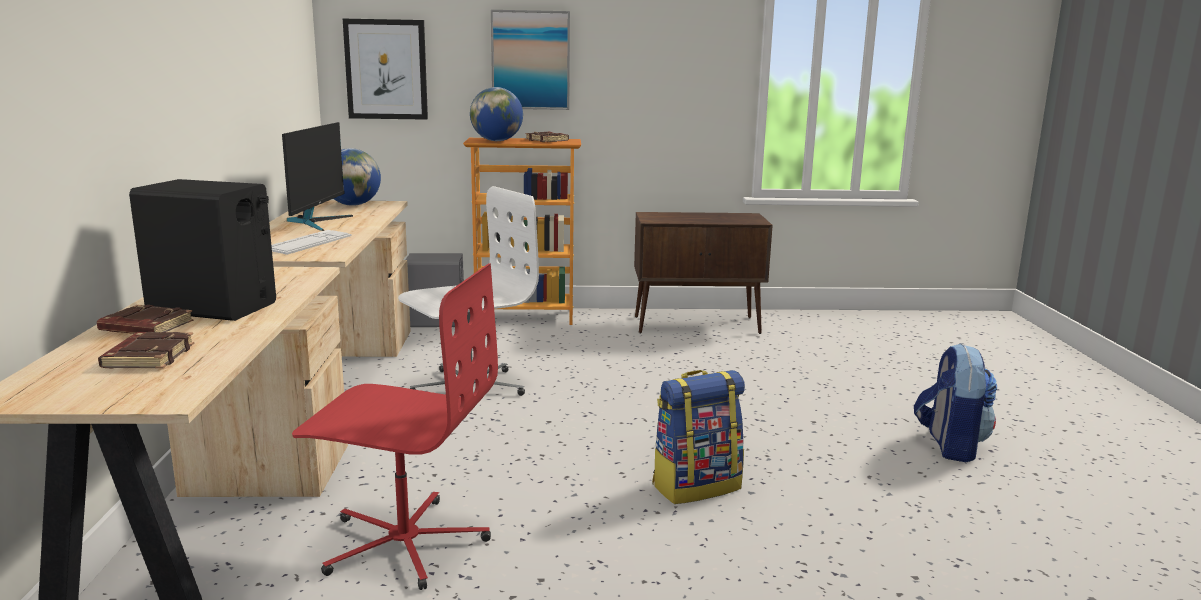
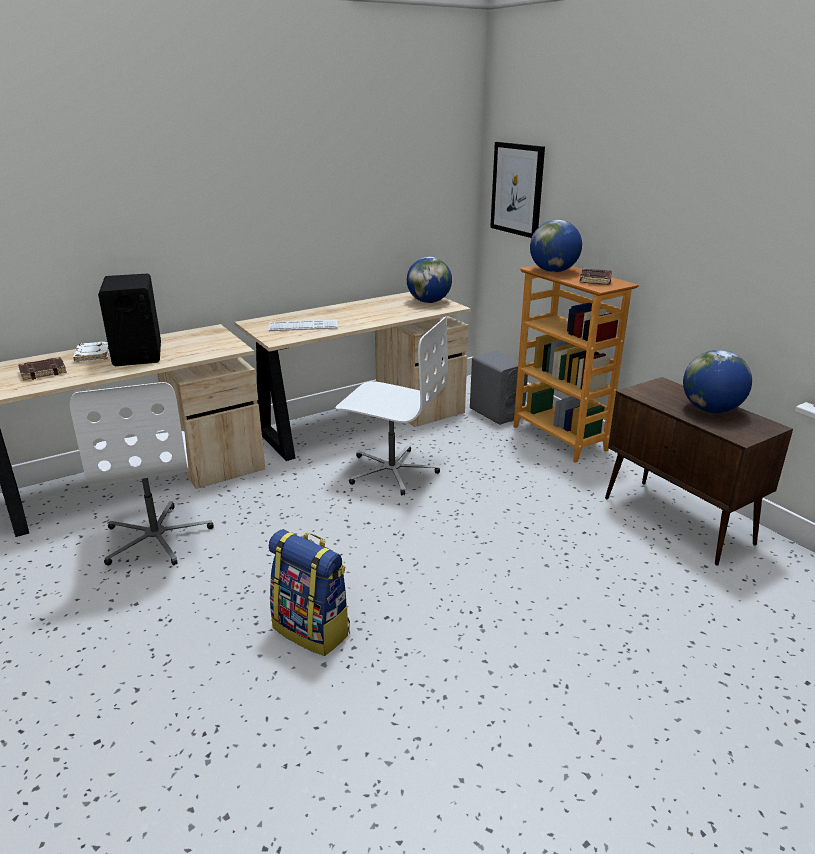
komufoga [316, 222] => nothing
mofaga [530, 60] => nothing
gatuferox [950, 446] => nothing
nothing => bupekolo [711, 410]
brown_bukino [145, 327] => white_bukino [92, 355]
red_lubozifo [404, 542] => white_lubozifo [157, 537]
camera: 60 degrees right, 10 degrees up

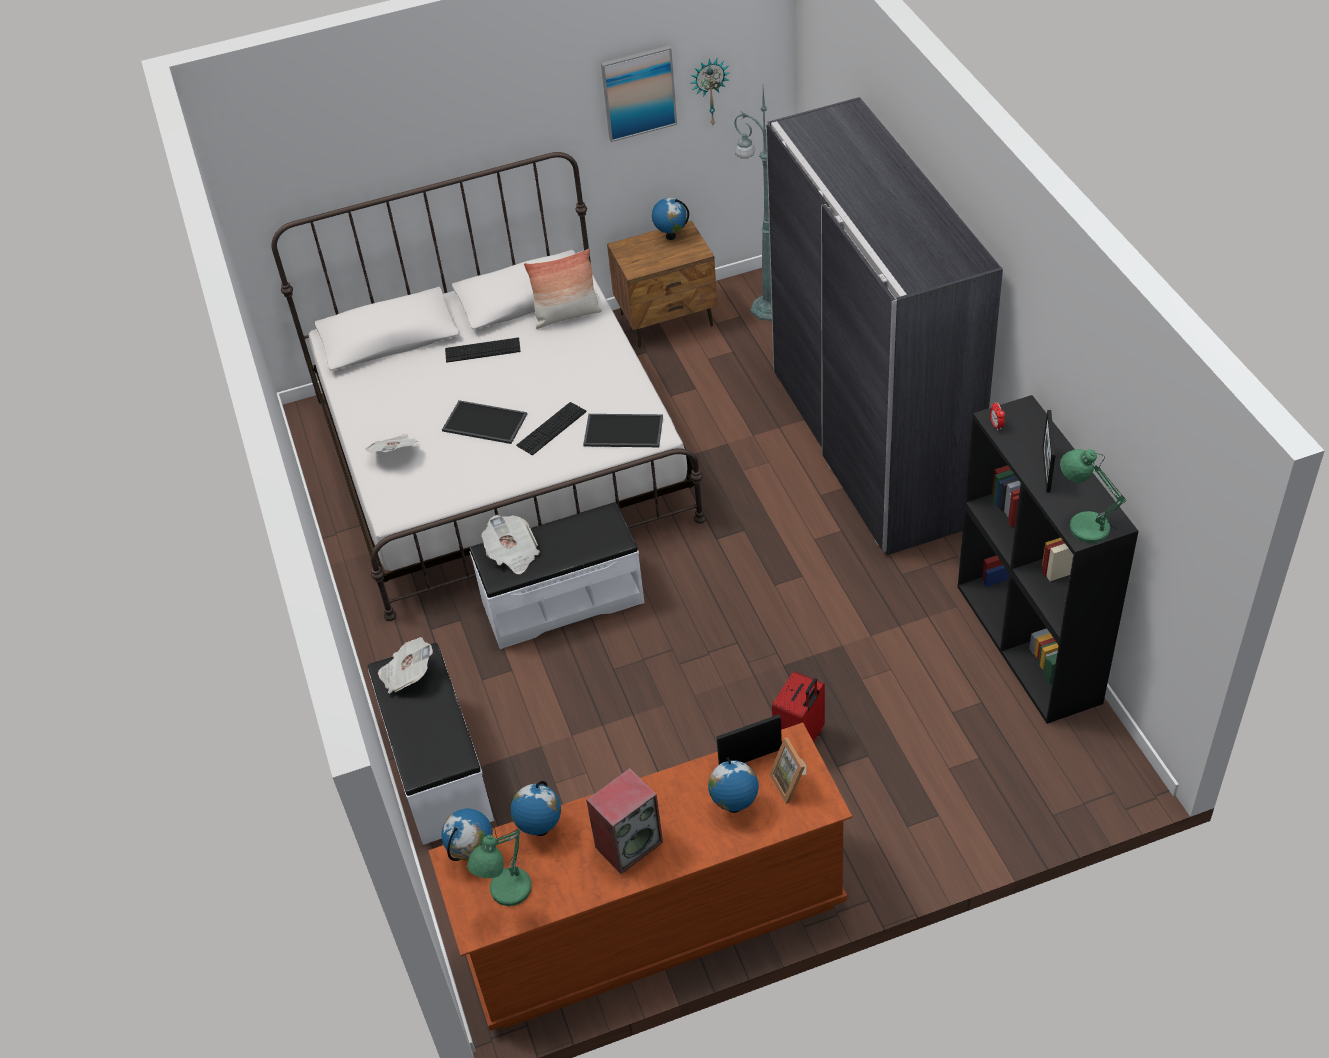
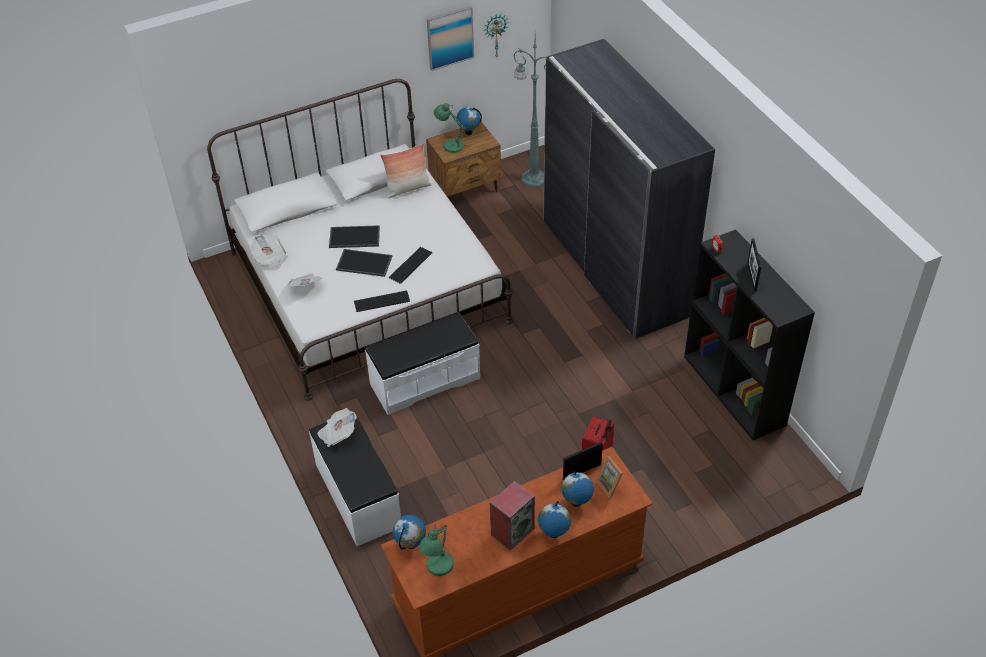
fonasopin [482, 350] => fonasopin [382, 301], shifted
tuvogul [512, 554] => tuvogul [270, 259], shifted
bupekolo [540, 829] => bupekolo [553, 533], shifted
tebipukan [622, 432] => tebipukan [354, 237], shifted
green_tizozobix [1084, 526] => green_tizozobix [451, 145], shifted
camera: 10 degrees left, 0 degrees up

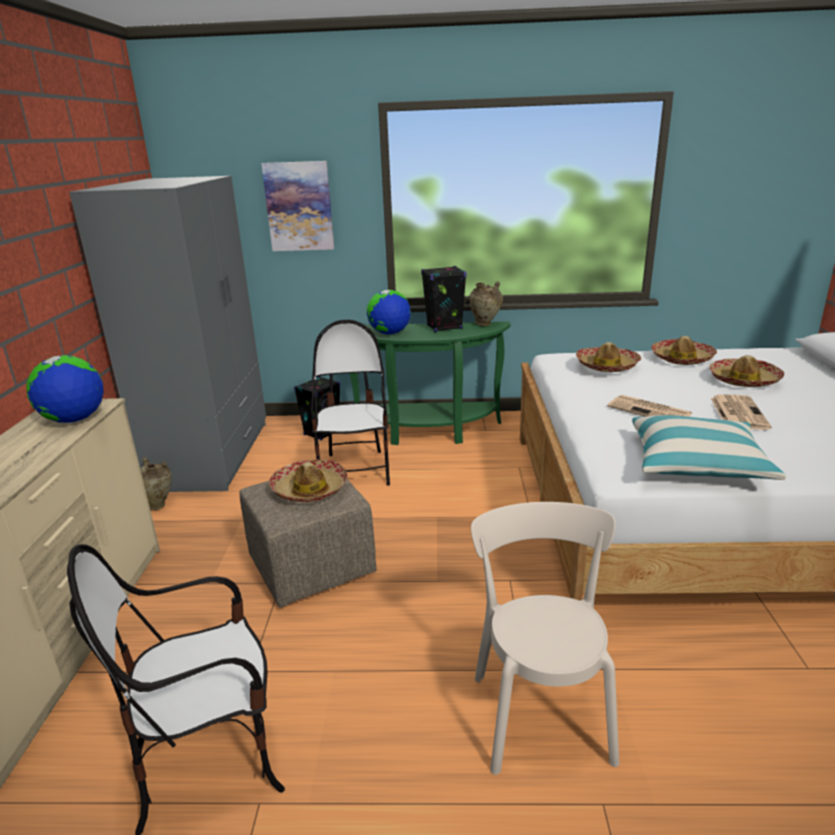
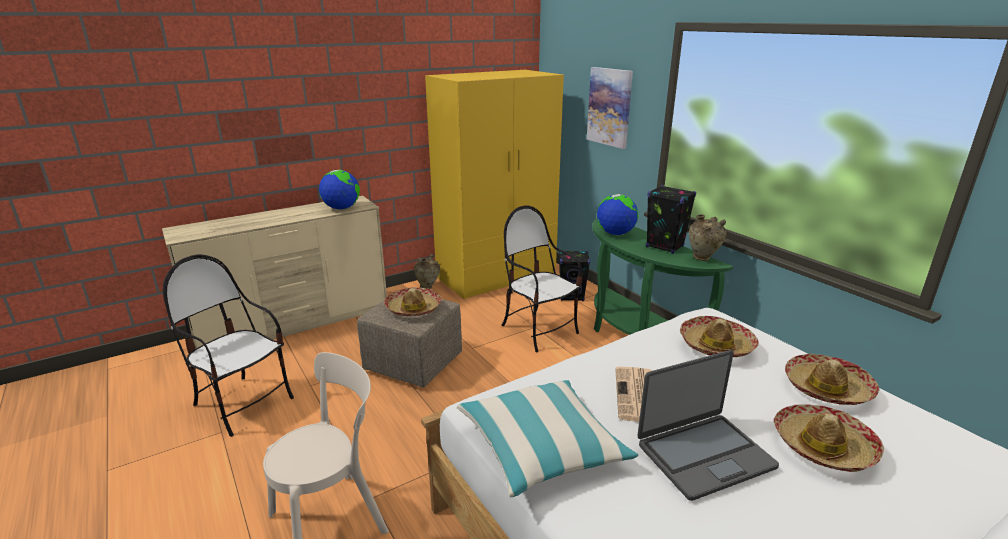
tuvogul [737, 412] => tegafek [704, 455]
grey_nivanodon [212, 455] => yellow_nivanodon [497, 275]
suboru [355, 470] => suboru [539, 330], 90 degrees counterclockwise
camera: 55 degrees right, 0 degrees up

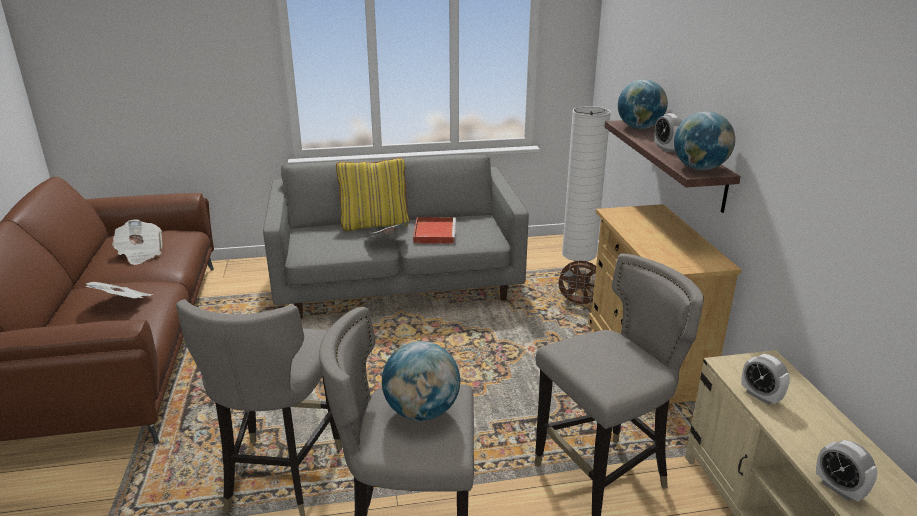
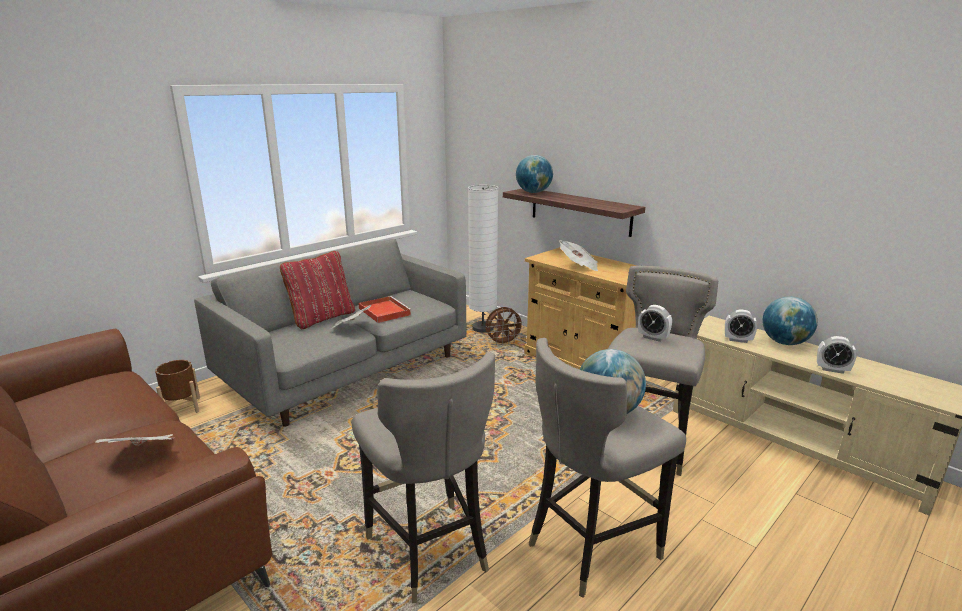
nothing => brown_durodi [182, 407]
tuvogul [140, 254] => tuvogul [579, 266], shifted
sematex [666, 149] => sematex [653, 338], shifted
bupekolo [699, 168] => bupekolo [785, 343], shifted
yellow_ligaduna [374, 224] => red_ligaduna [322, 318]
camera: 35 degrees left, 5 degrees down

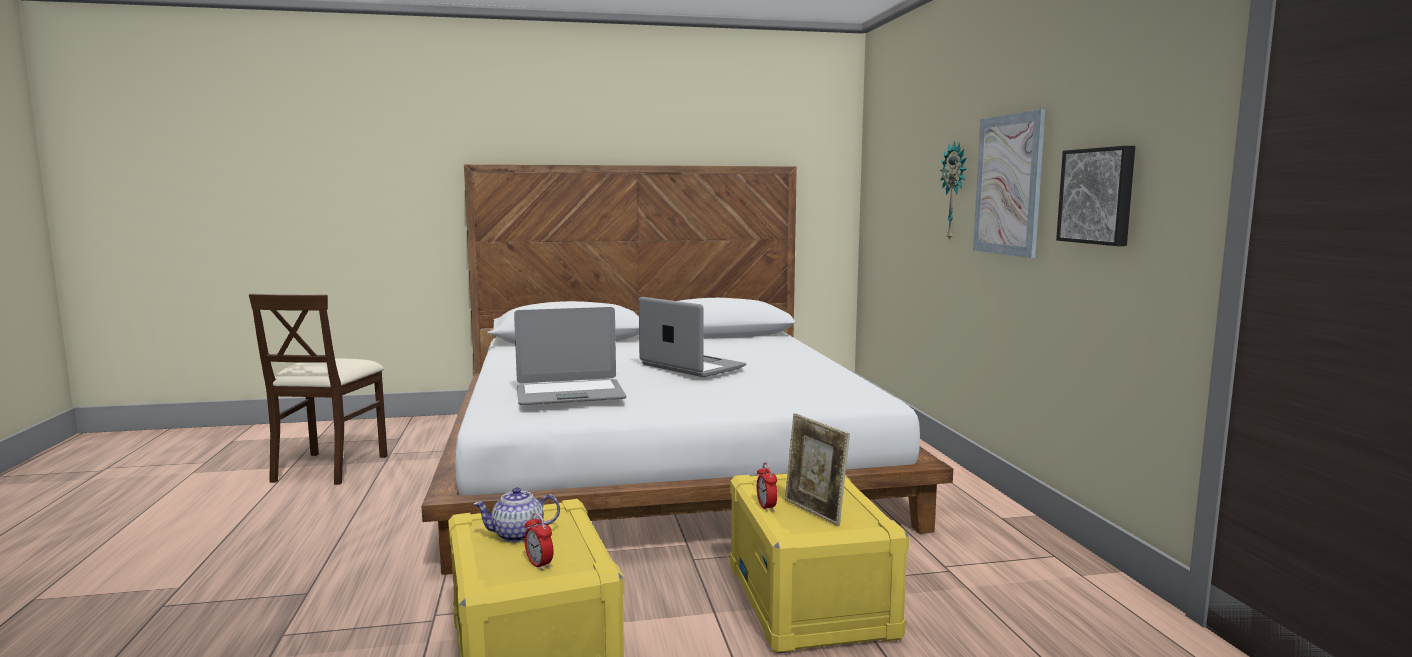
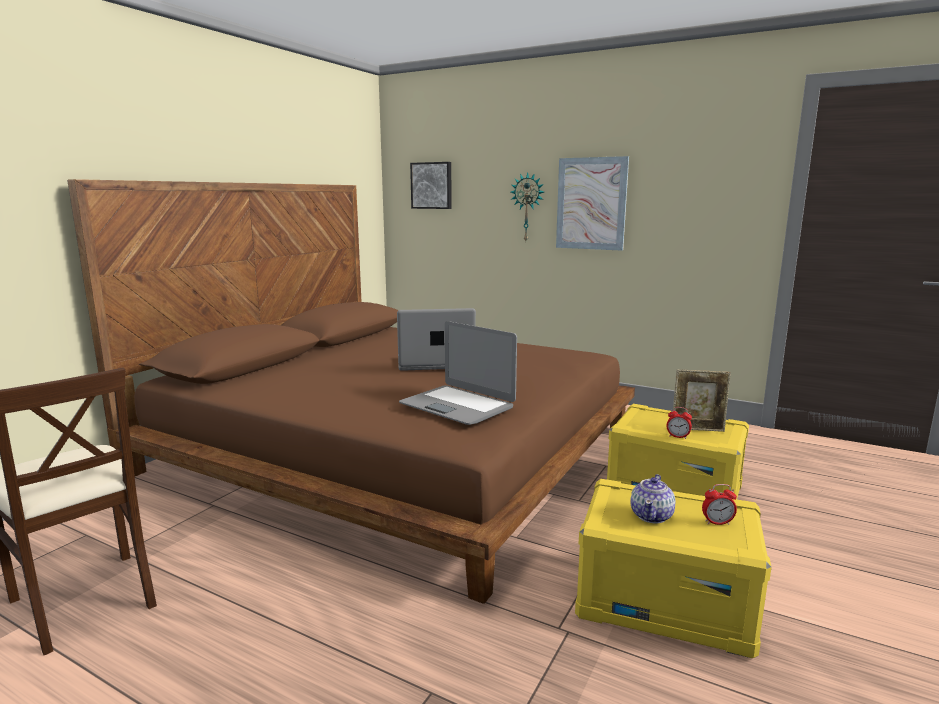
mofaga [1098, 196] => mofaga [432, 185], shifted
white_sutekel [663, 462] => brown_sutekel [397, 451]
tegafek [570, 394] => tegafek [457, 406], 105 degrees clockwise
camera: 50 degrees left, 5 degrees up

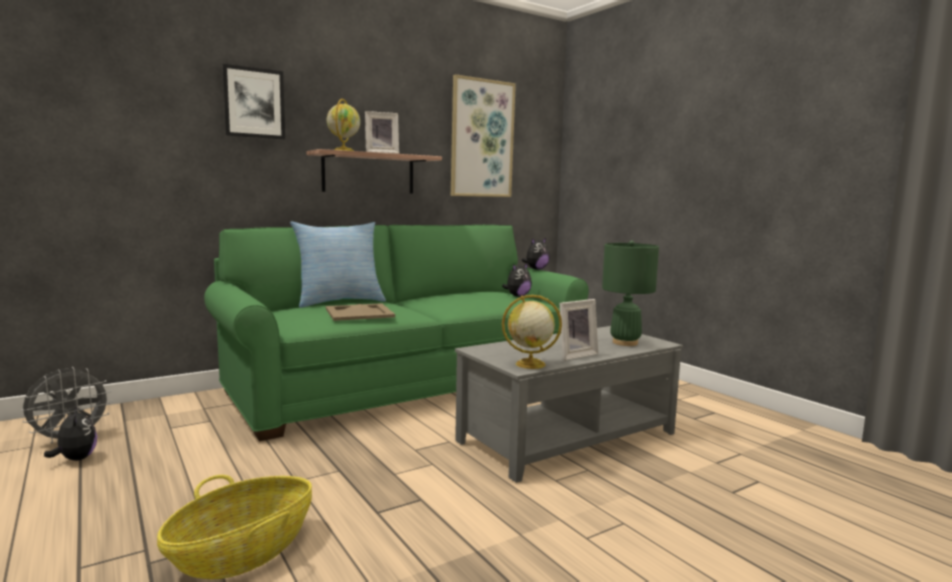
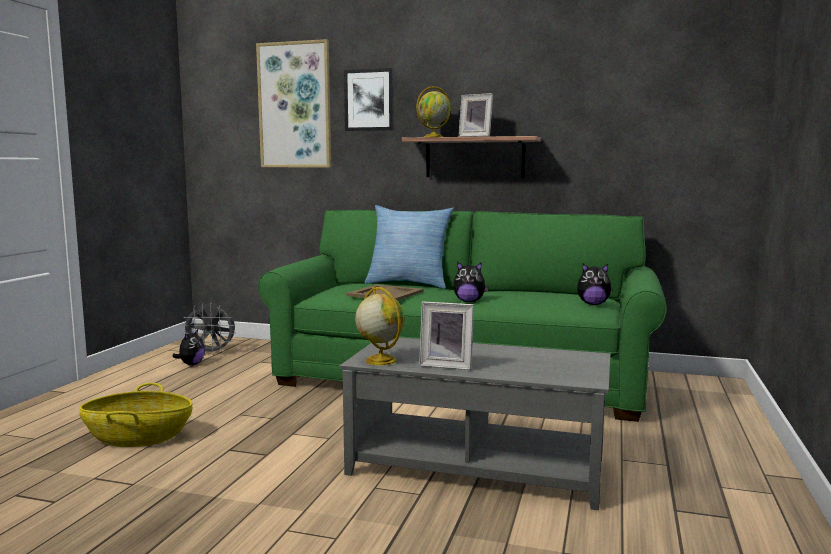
green_tizozobix [625, 342] => nothing
mofaga [481, 139] => mofaga [295, 105], shifted
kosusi [536, 269] => kosusi [469, 301], shifted
camera: 50 degrees right, 0 degrees up

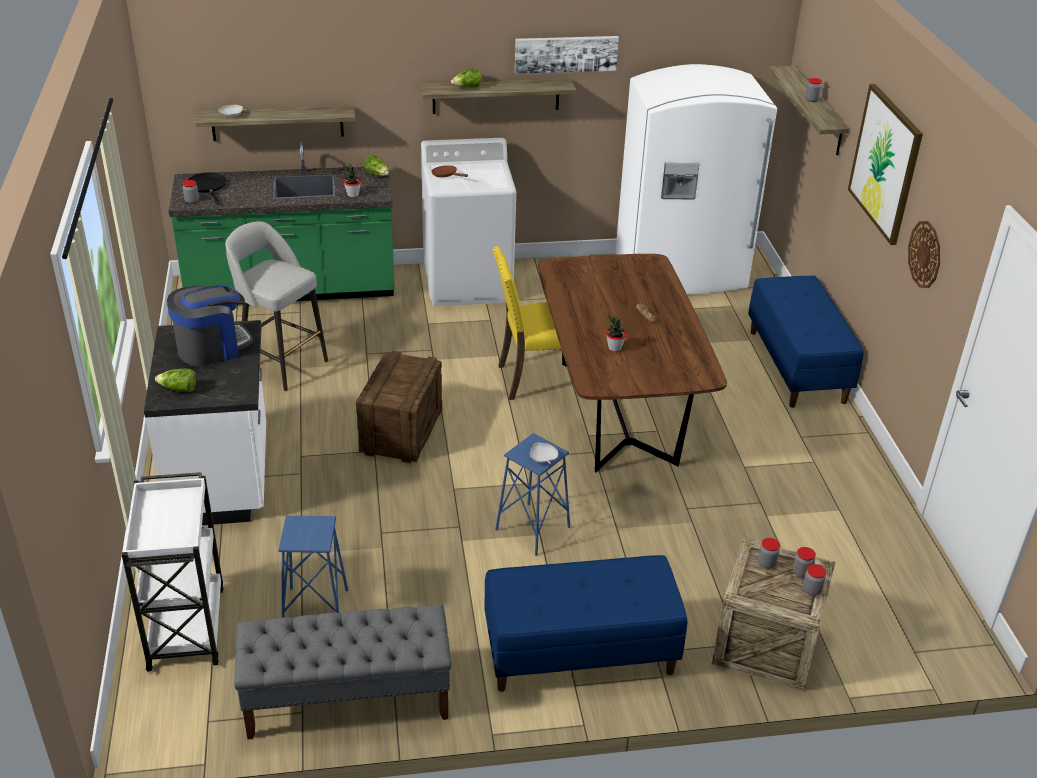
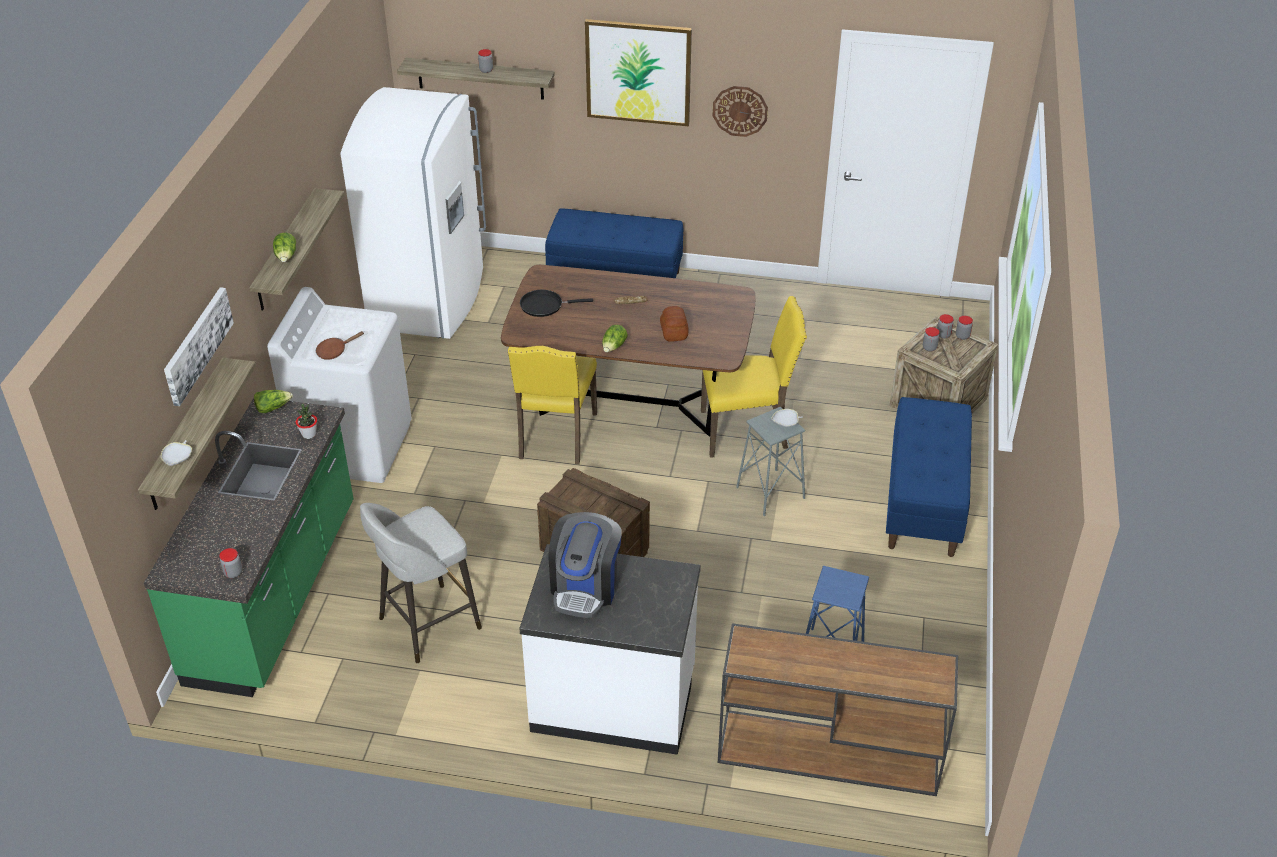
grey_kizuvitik [347, 700] => nothing
nothing => yellow_suboru [746, 430]
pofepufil [179, 389] => pofepufil [614, 347], shifted
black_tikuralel [208, 186] => black_tikuralel [544, 305], shifted
mofaga [566, 53] => mofaga [197, 345], shifted
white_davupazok [186, 626] => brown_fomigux [826, 752]
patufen [614, 348] => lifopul [673, 332]
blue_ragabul [532, 529] => grey_ragabul [770, 493]
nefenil [212, 347] => nefenil [585, 586], 150 degrees counterclockwise
camera: 70 degrees left, 5 degrees up

